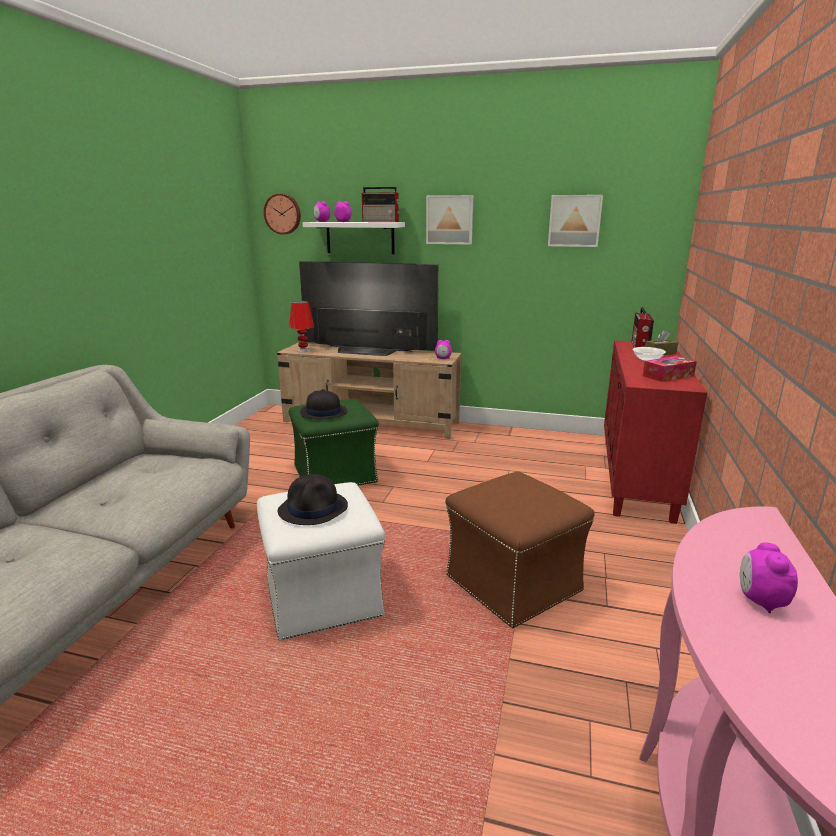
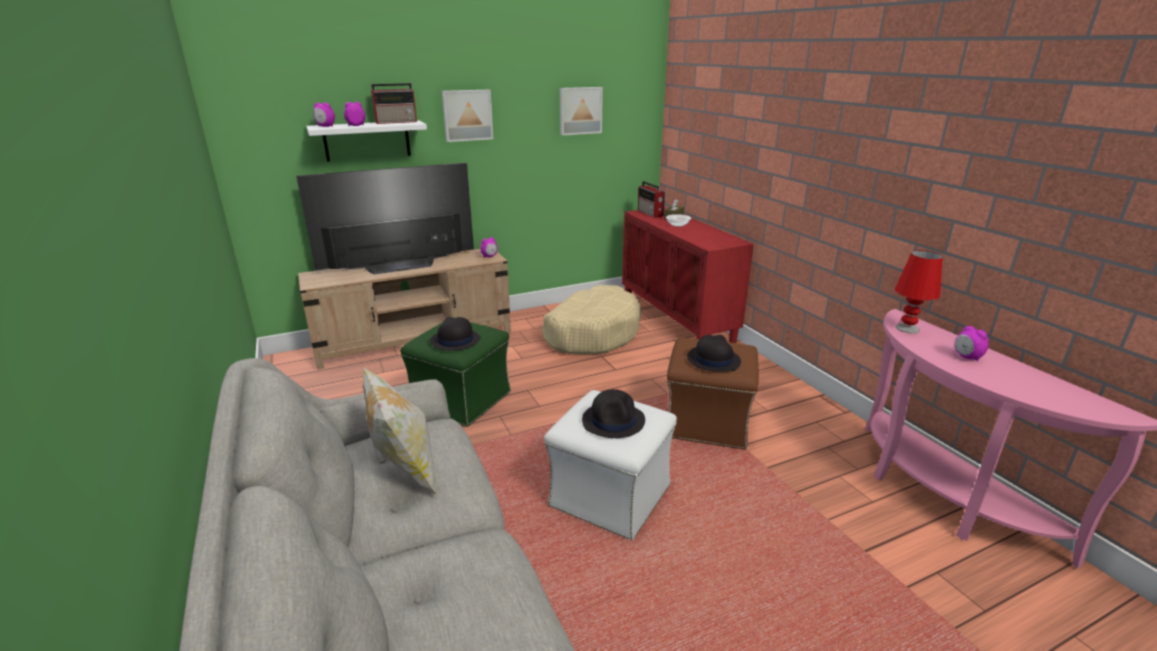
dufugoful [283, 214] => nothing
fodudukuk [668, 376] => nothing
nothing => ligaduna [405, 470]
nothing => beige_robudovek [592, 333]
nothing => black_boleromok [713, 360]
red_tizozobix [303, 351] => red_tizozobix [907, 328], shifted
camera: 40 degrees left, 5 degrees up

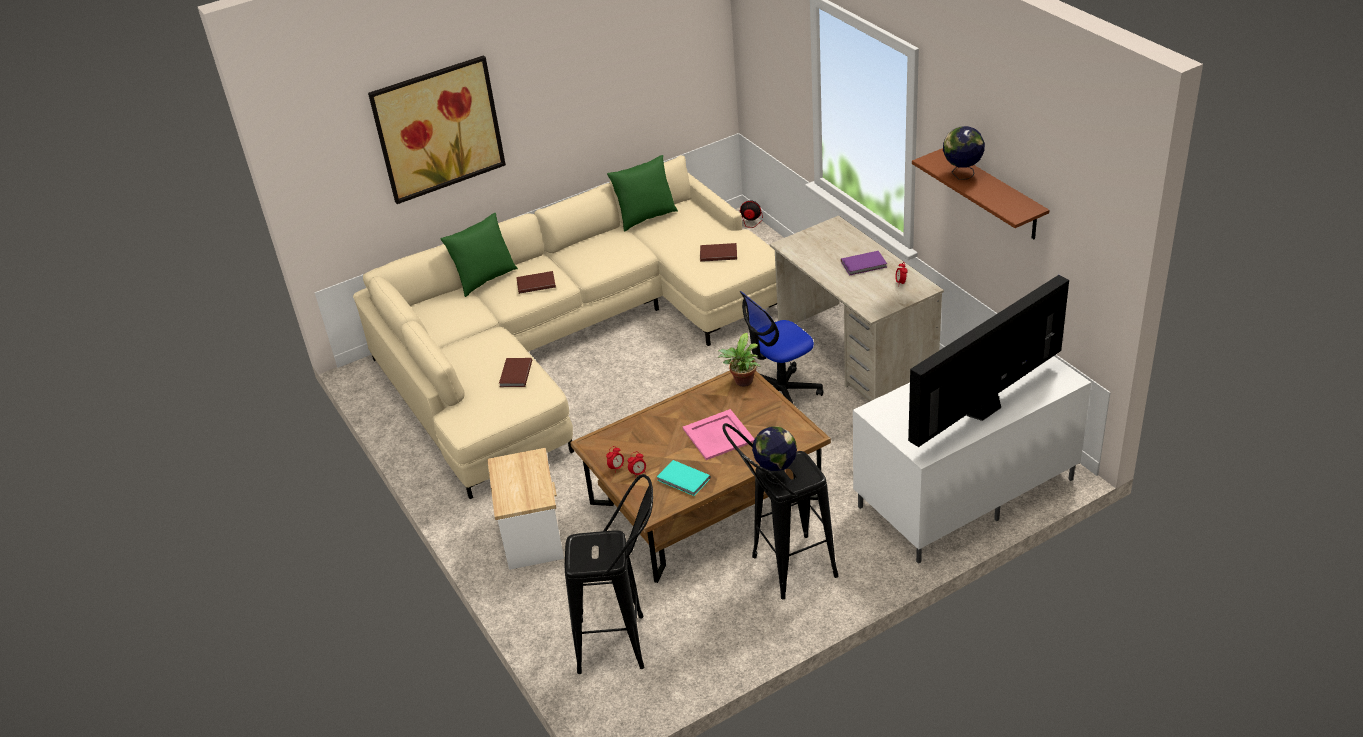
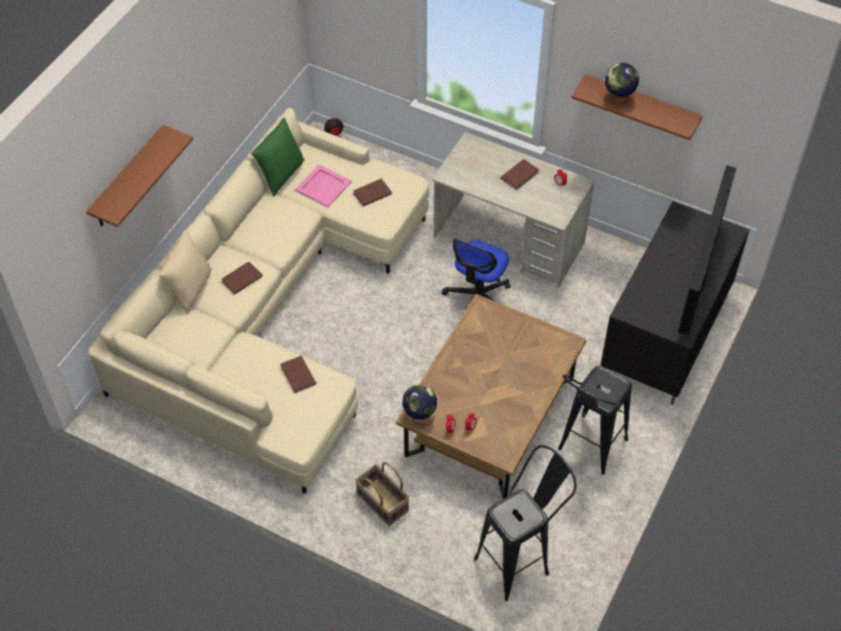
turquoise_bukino [683, 480] => nothing
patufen [742, 383] => nothing
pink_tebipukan [717, 435] => pink_tebipukan [322, 186], shifted
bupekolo [776, 474] => bupekolo [419, 416], shifted
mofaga [438, 129] => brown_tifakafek [128, 179]
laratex [533, 535] => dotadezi [382, 503]
green_ligaduna [485, 279] => beige_ligaduna [190, 290]
purple_bukino [864, 265] => brown_bukino [520, 175]
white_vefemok [965, 495] => black_vefemok [666, 334]
camera: 35 degrees left, 15 degrees up

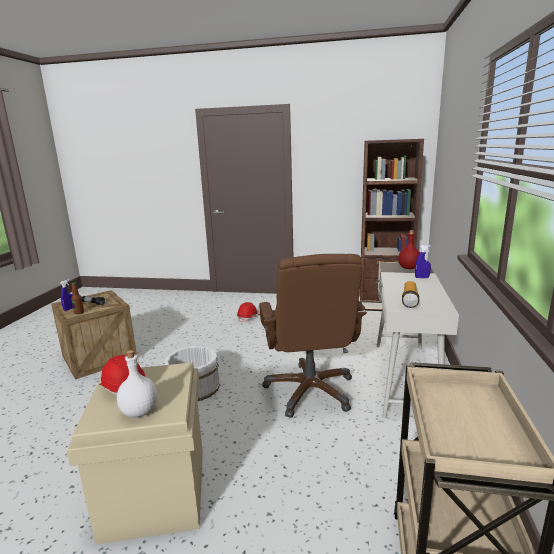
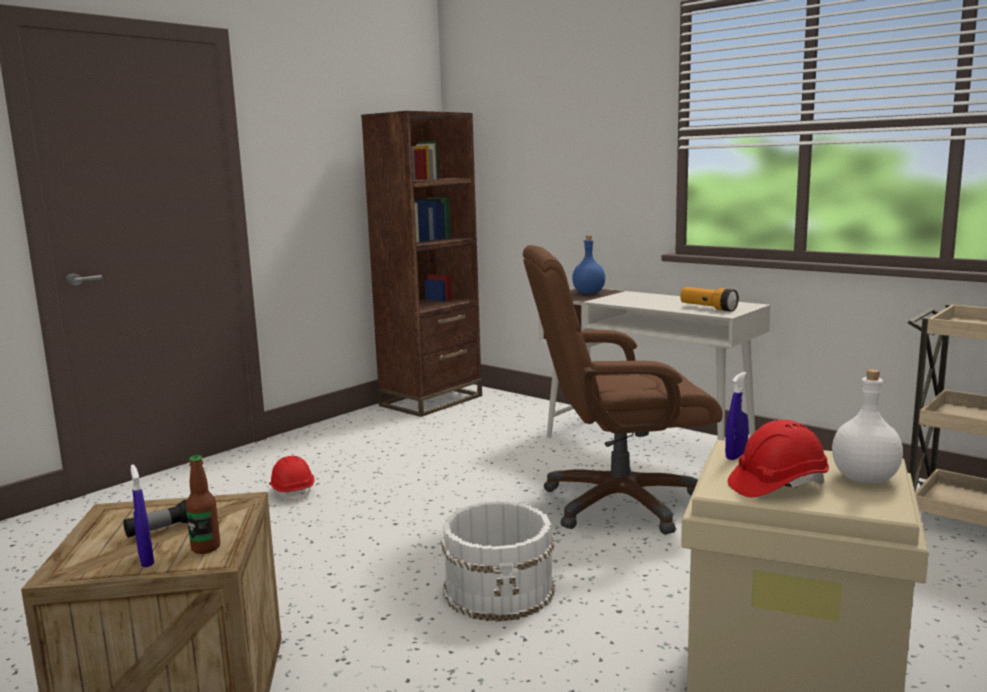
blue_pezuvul [422, 277] => blue_pezuvul [736, 456], shifted
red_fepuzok [409, 268] => blue_fepuzok [589, 293]
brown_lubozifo [310, 391] => brown_lubozifo [618, 503], 150 degrees clockwise
camera: 60 degrees left, 5 degrees down

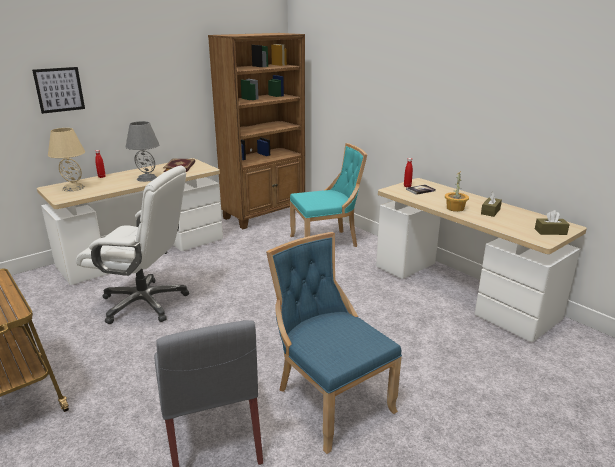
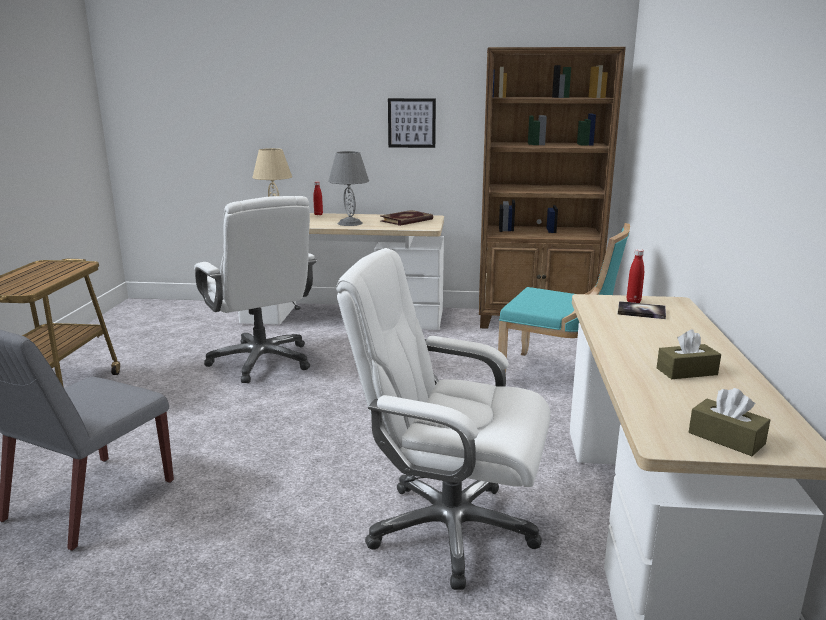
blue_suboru [329, 400] => nothing
patufen [455, 208] => nothing
nothing => white_lubozifo [449, 529]
mofaga [59, 89] => mofaga [411, 123], shifted
camera: 45 degrees right, 5 degrees down

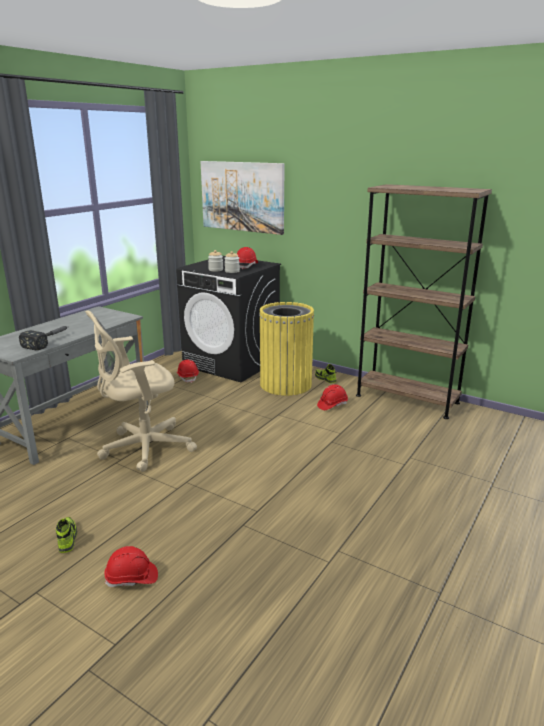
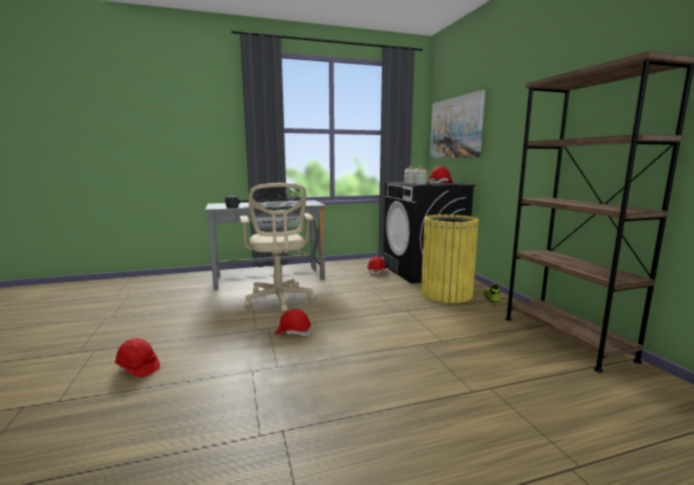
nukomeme [67, 539] => nothing
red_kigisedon [332, 405] => red_kigisedon [293, 332], shifted
beige_lubozifo [142, 448] => beige_lubozifo [279, 300], 120 degrees counterclockwise
camera: 40 degrees right, 10 degrees down

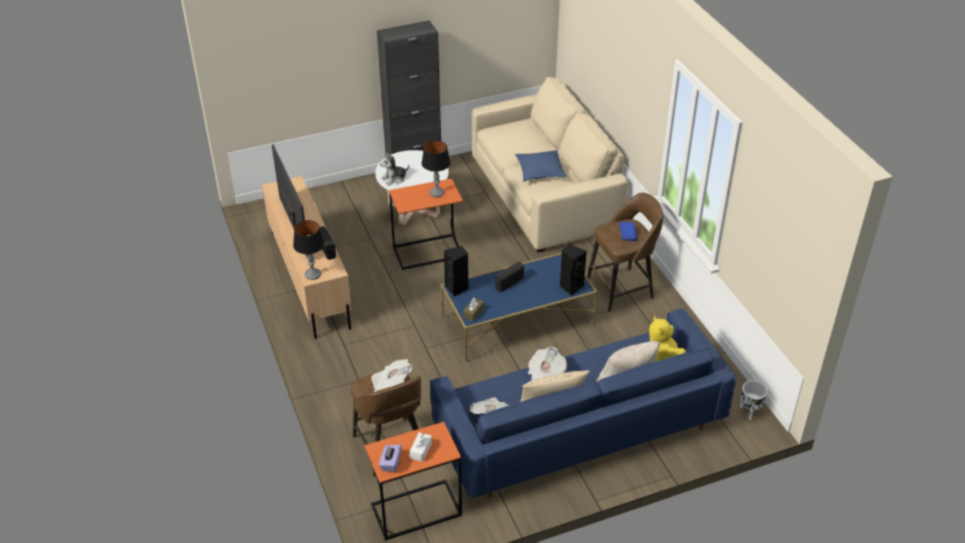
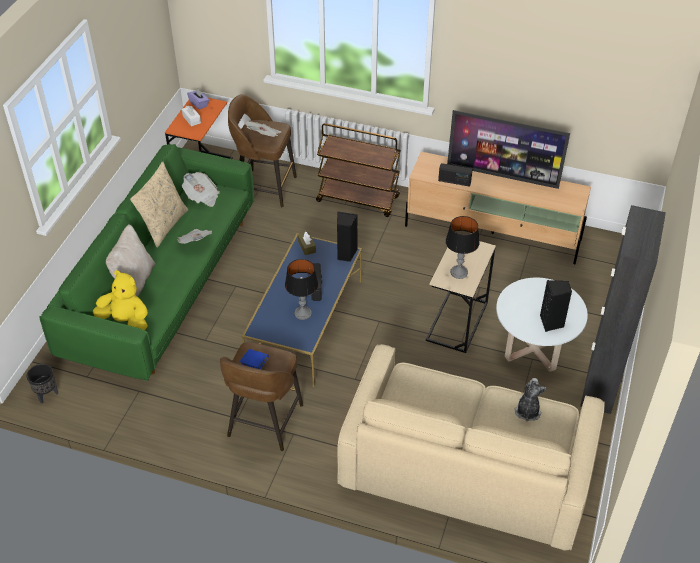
blue_ligaduna [540, 171] => nothing
nothing => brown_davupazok [358, 199]
tizozobix [313, 274] => tizozobix [302, 313], shifted
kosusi [394, 179] => kosusi [527, 411], shifted
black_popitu [571, 287] => black_popitu [552, 323], shifted
orange_laratex [428, 252] => beige_laratex [457, 321]
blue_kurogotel [578, 428] => green_kurogotel [163, 284]
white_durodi [749, 411] => black_durodi [46, 394]
camera: 130 degrees right, 5 degrees up

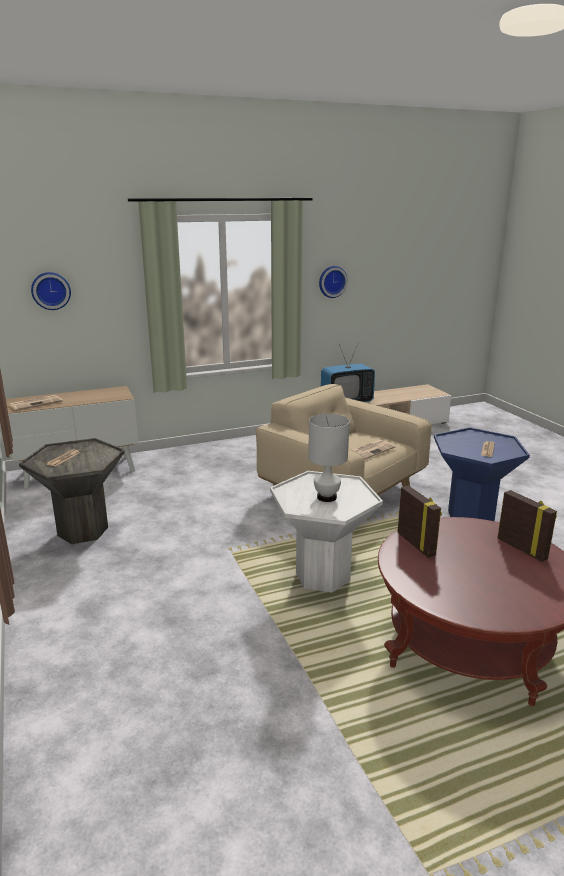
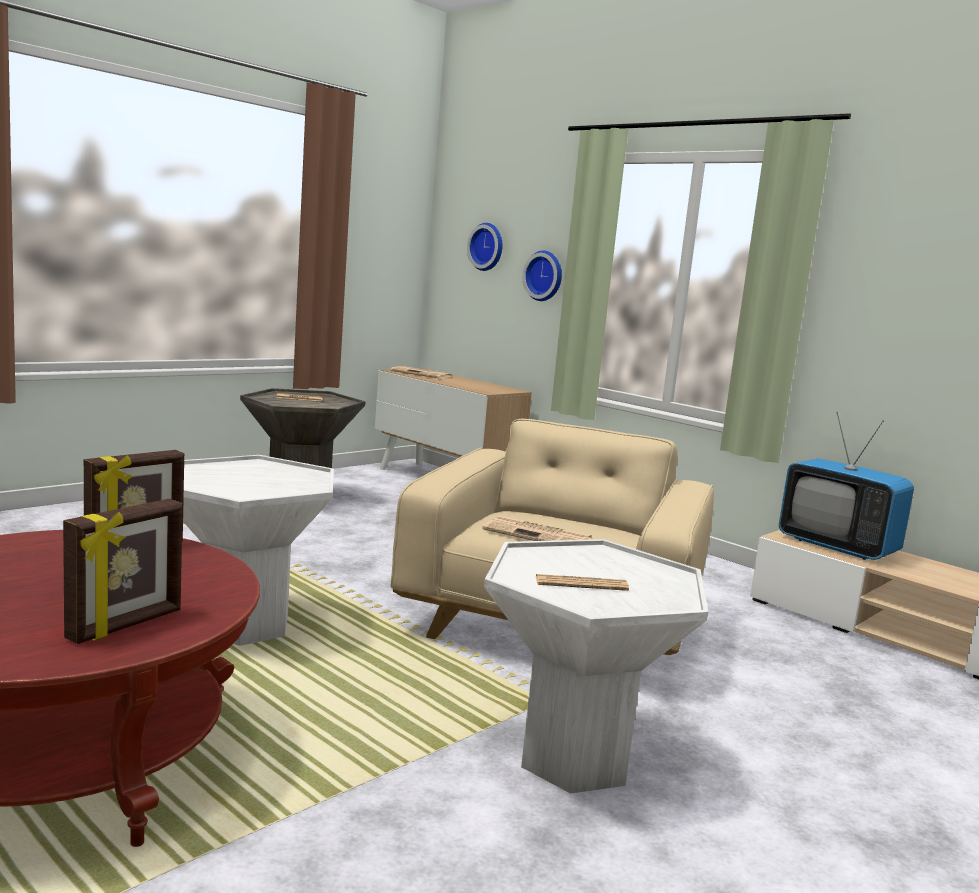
white_tizozobix [327, 497] => nothing
dufugoful [332, 281] => dufugoful [545, 276], shifted
blue_laratex [470, 516] => white_laratex [576, 760]
camera: 65 degrees right, 10 degrees down

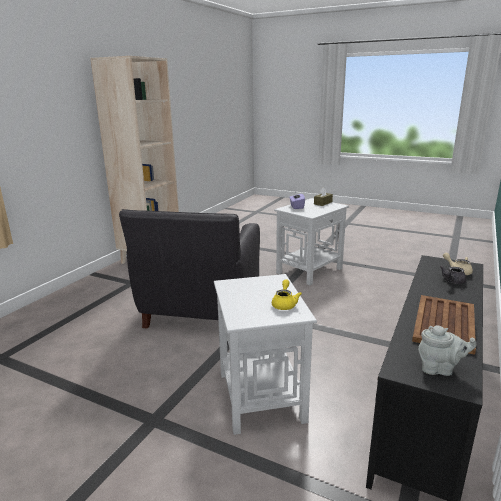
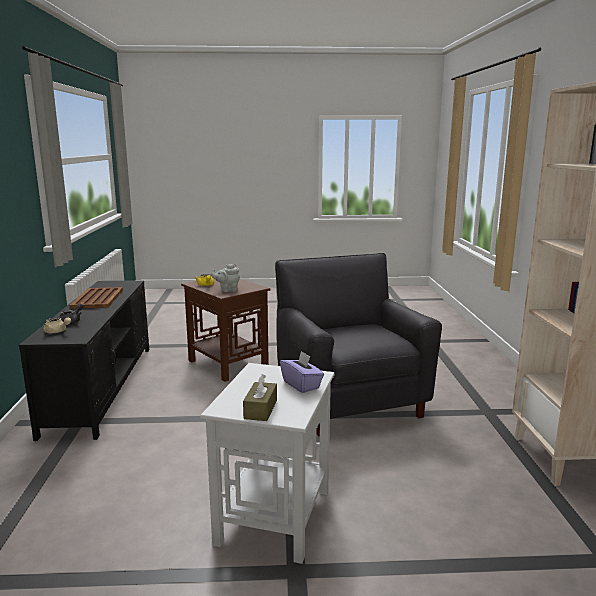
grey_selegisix [439, 369] => grey_selegisix [227, 290], shifted
white_laratex [260, 395] => brown_laratex [228, 364]
camera: 150 degrees right, 5 degrees down

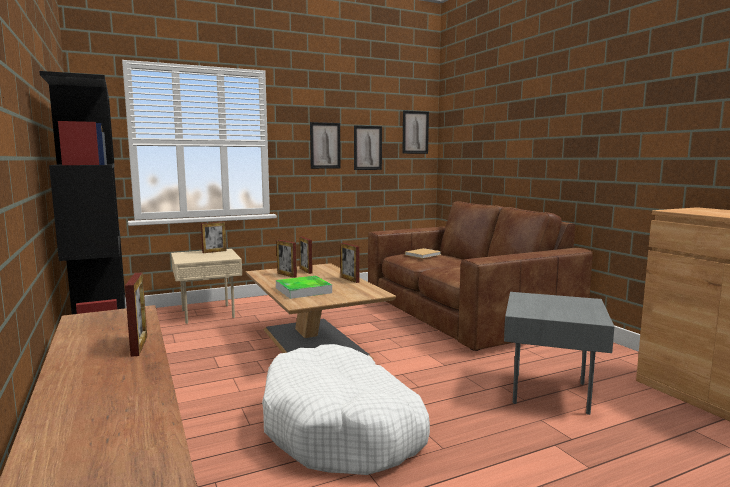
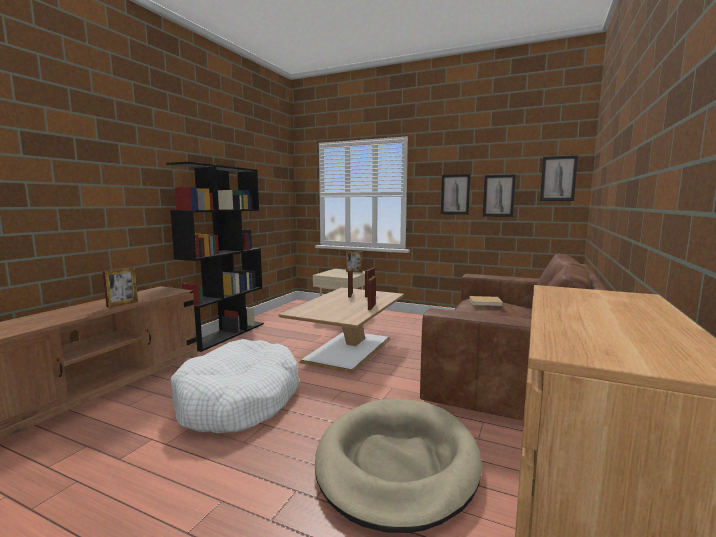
tebipukan [303, 290] => nothing
grey_laratex [552, 394] => beige_robudovek [397, 463]
camera: 50 degrees right, 0 degrees up

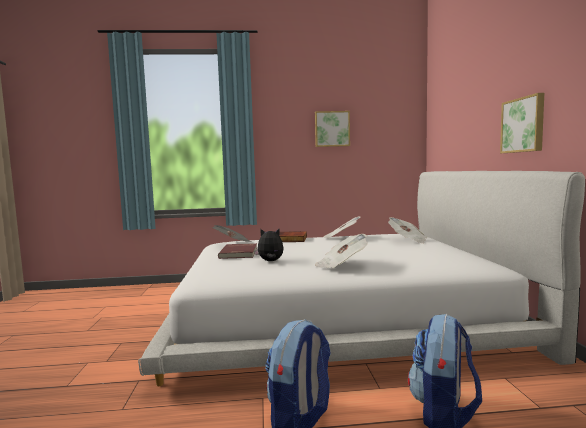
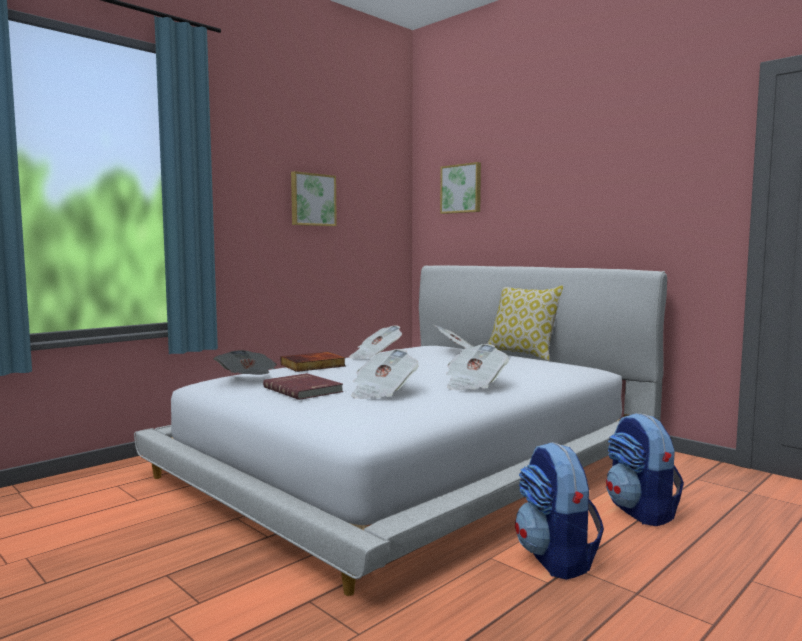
nothing => ligaduna [523, 355]
mofaga [523, 125] => mofaga [461, 189], shifted
kosusi [270, 261] => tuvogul [382, 393]
camera: 40 degrees left, 0 degrees up

